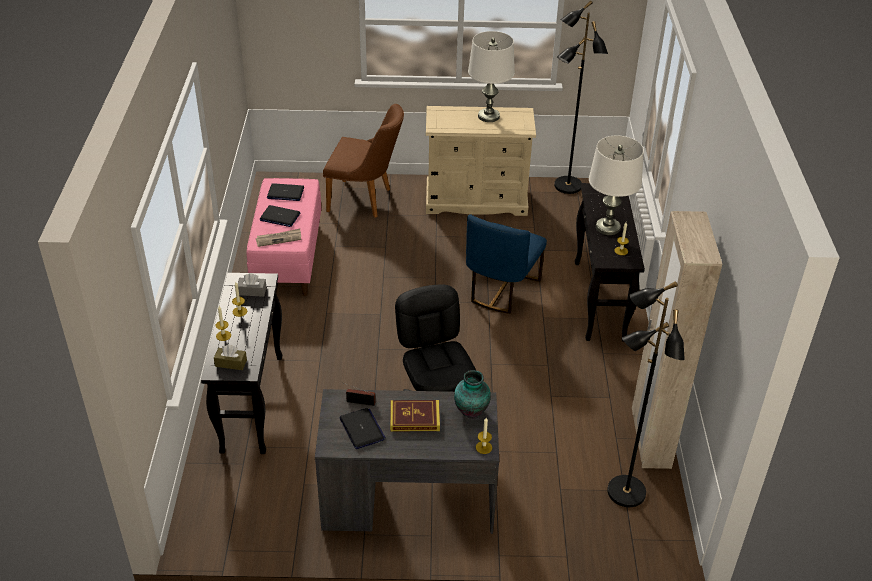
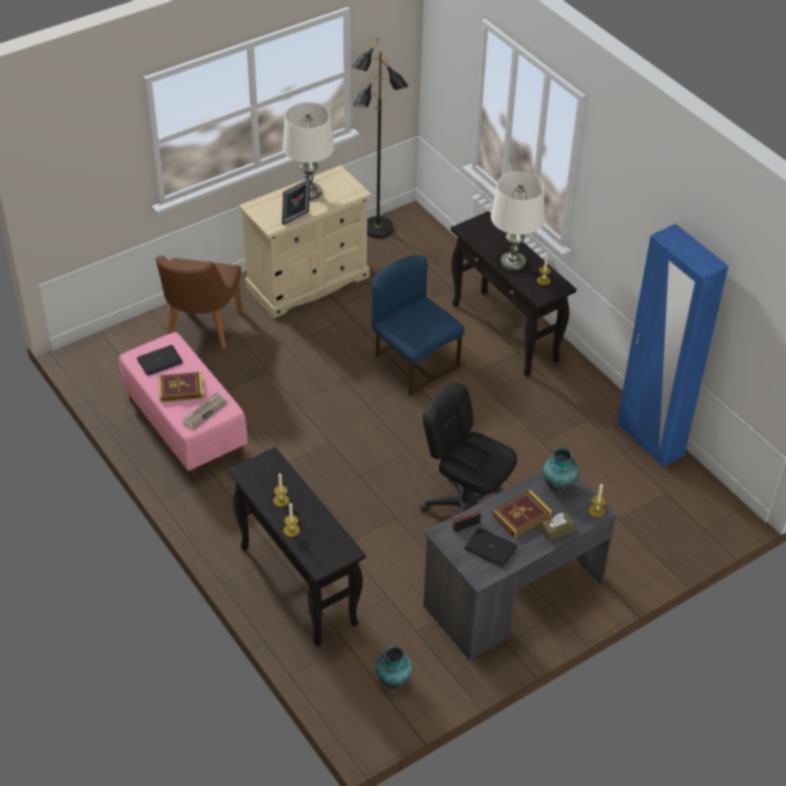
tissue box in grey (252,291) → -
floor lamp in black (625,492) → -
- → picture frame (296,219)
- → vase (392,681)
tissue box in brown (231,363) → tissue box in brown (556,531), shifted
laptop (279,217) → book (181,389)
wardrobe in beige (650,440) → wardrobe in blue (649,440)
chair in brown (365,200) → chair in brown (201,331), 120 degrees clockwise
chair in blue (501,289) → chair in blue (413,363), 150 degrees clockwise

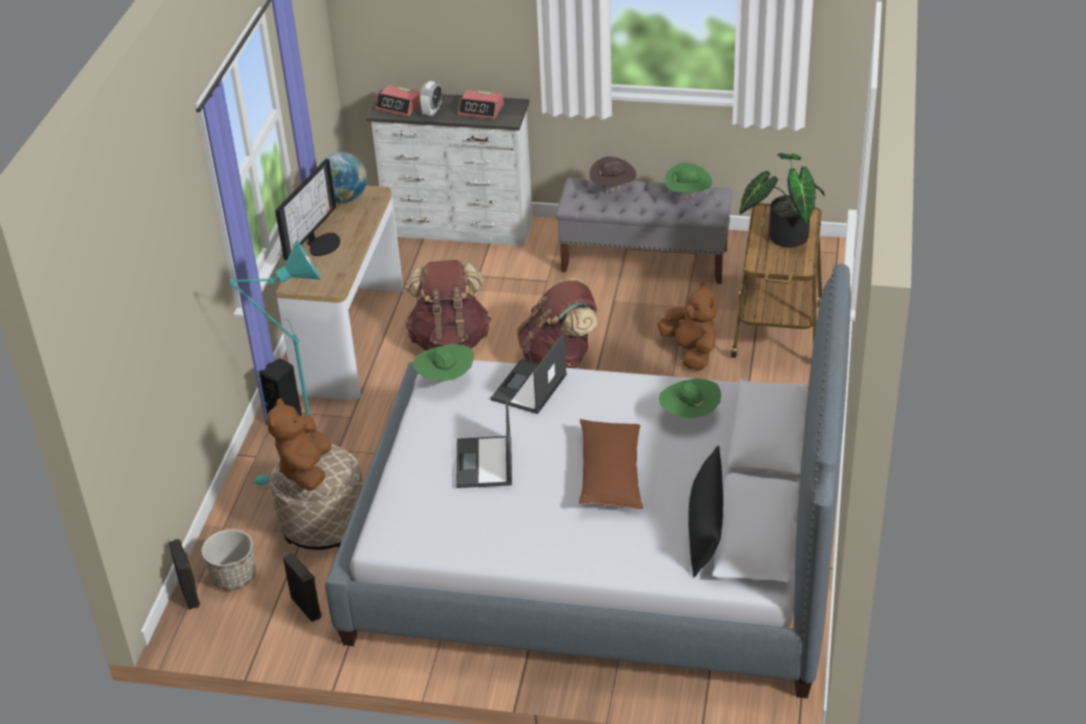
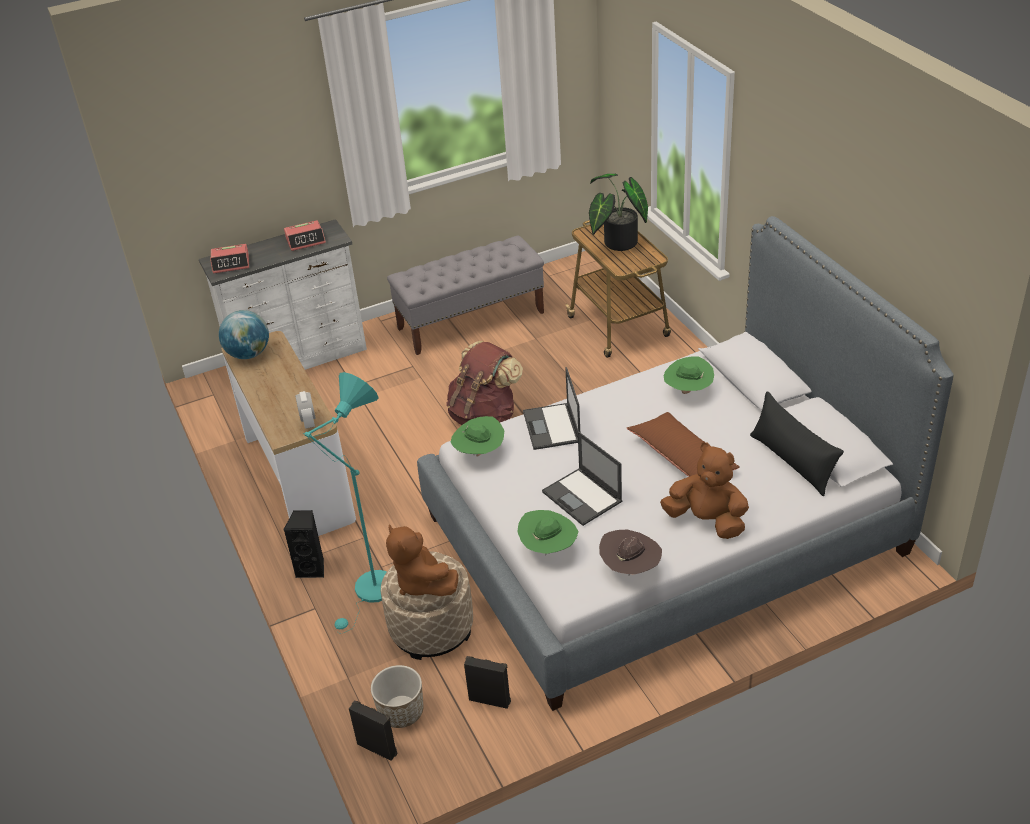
monitor (321,243) → -
backpack in brown (450,341) → -
alarm clock (432,111) → alarm clock (308,422), shifted
hat in brown (613,189) → hat in brown (630,568), shifted
plush toy in brown (691,352) → plush toy in brown (707,521), shifted
hat in green (688,196) → hat in green (549,548), shifted

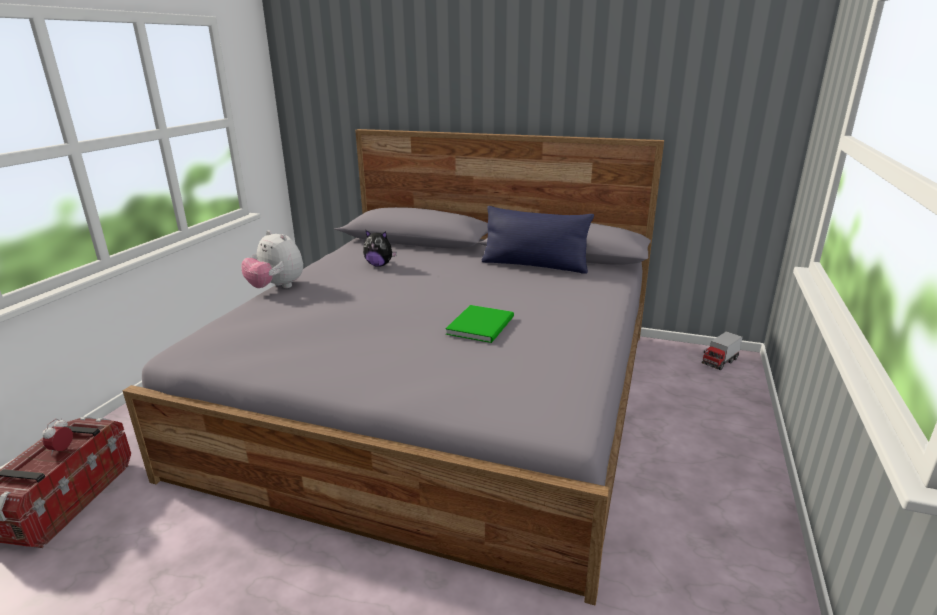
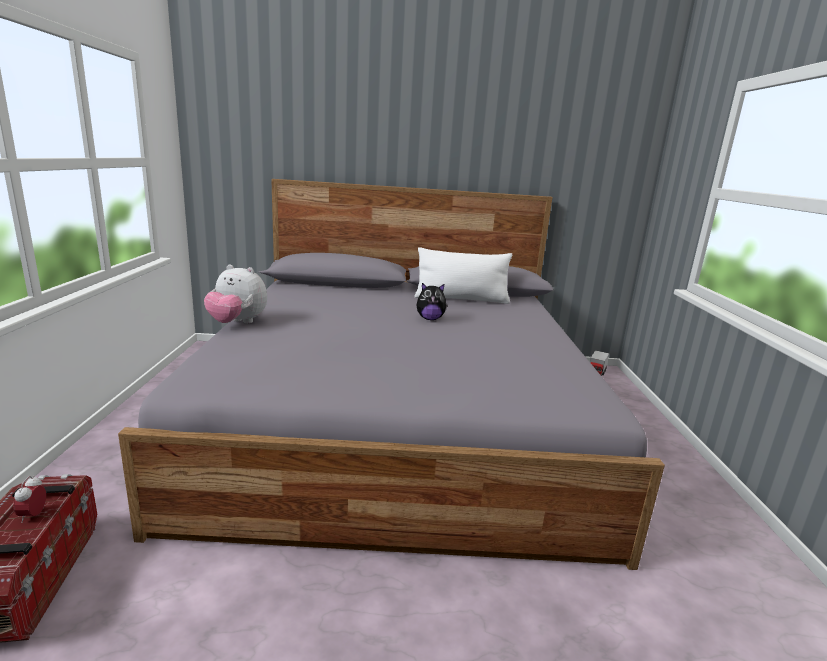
book in green (483,325) → -
plush toy (379,265) → plush toy (430,319), shifted
pillow in blue (534,265) → pillow in white (461,299)

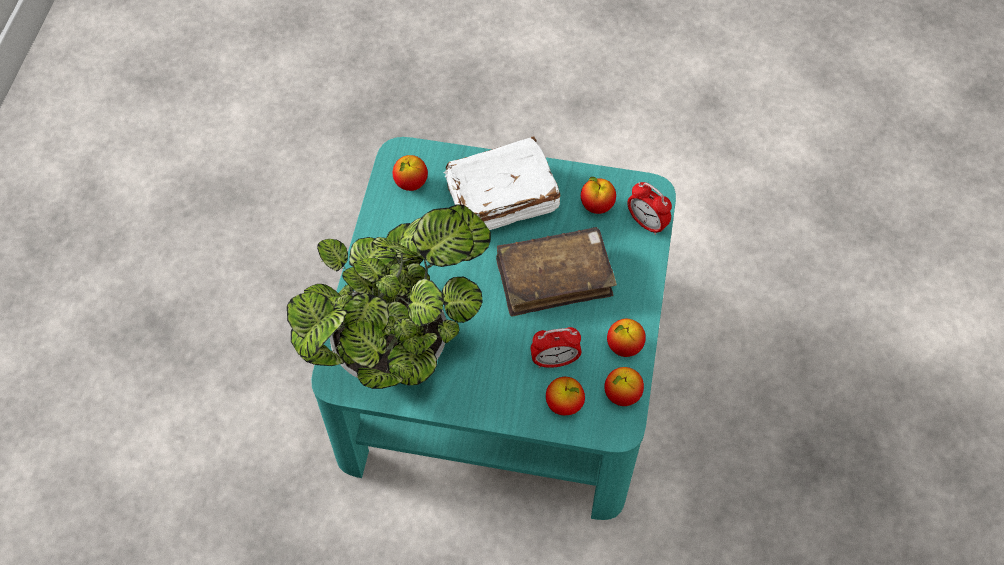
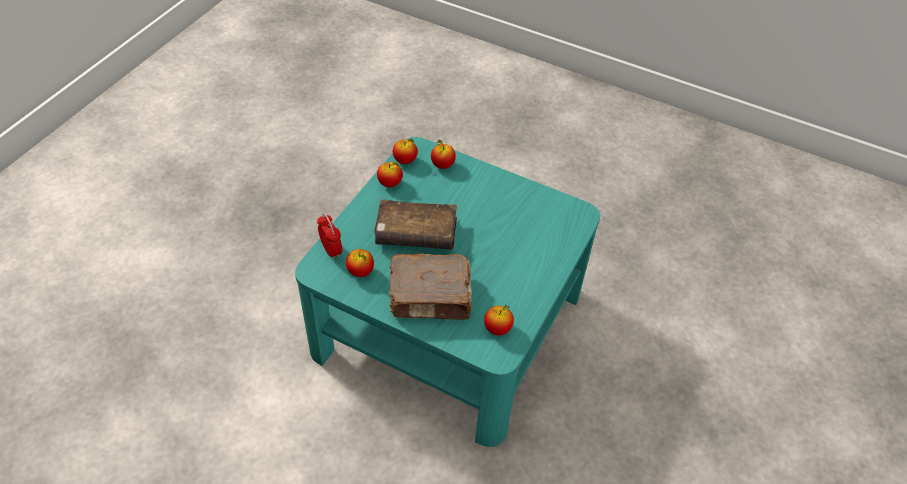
potted plant (399,345) → -
alarm clock (554,361) → -
book in white (500,199) → book in brown (431,297)

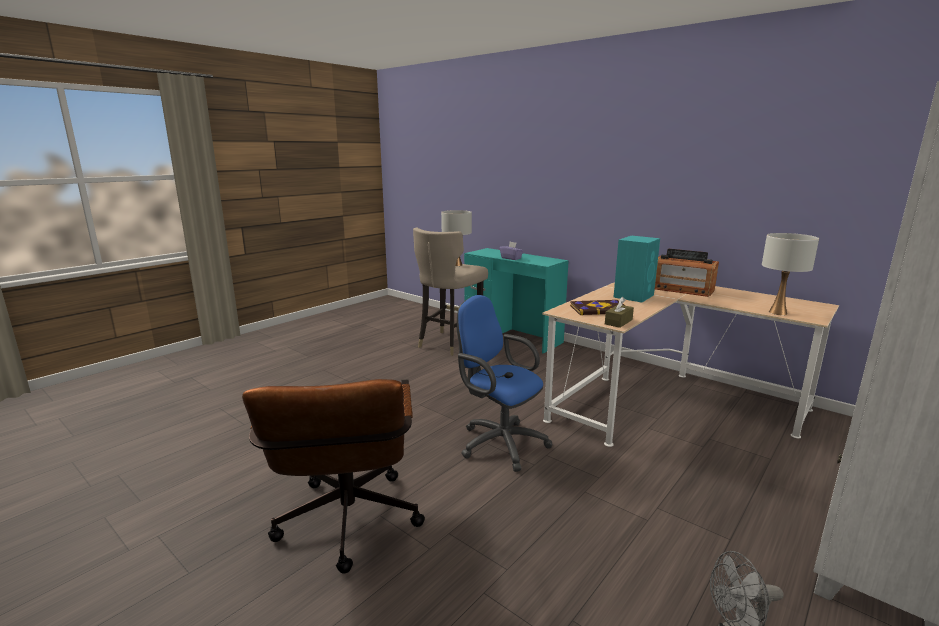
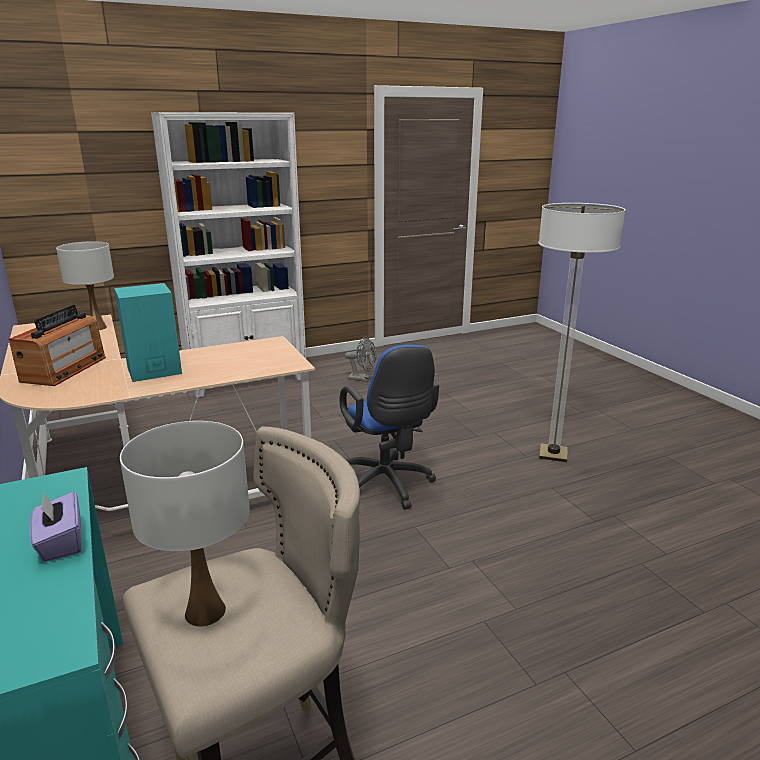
book (598,309) → -
tissue box in brown (618,322) → -
office chair in brown (347,528) → floor lamp (553,454)
radio (682,289) → radio (64,369), 45 degrees clockwise

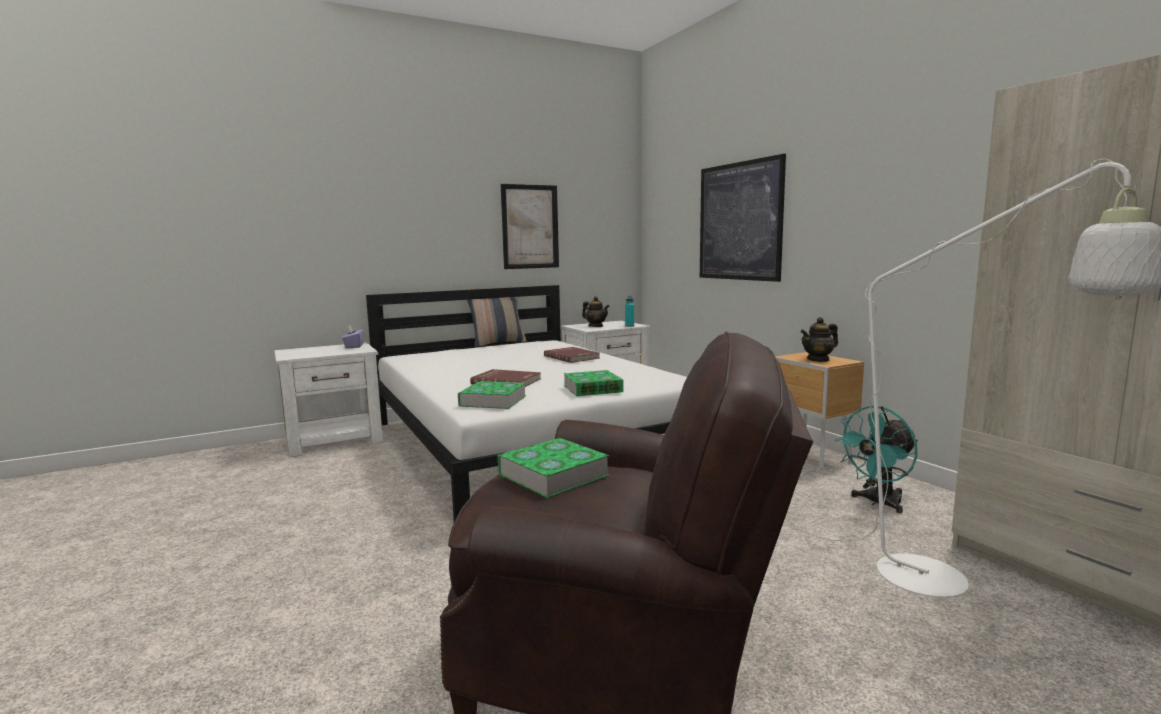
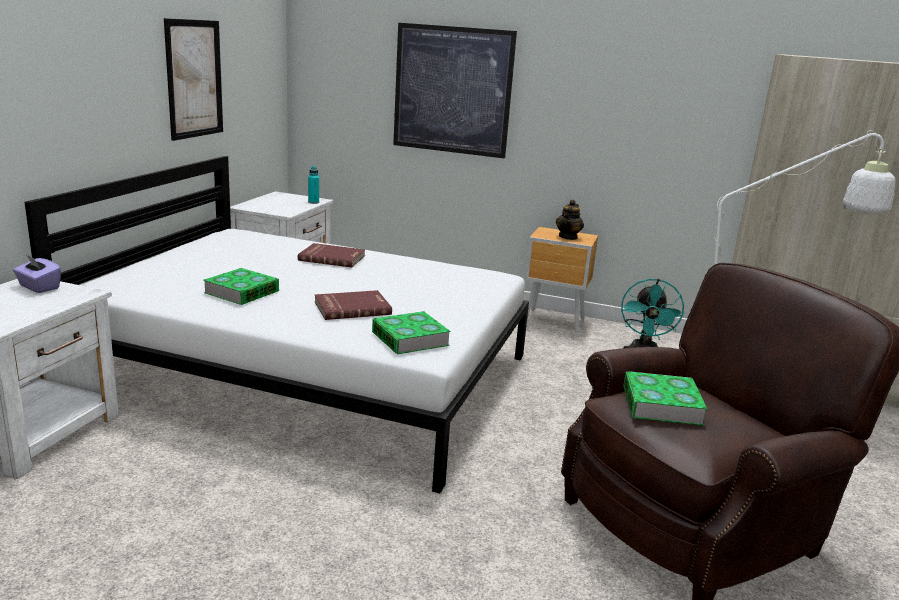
pillow (498,343) → -
teapot (596,326) → -
book (592,389) → book (242,292), shifted

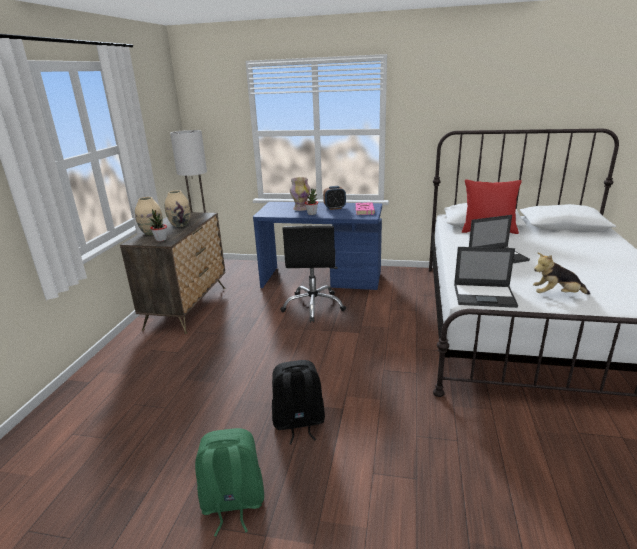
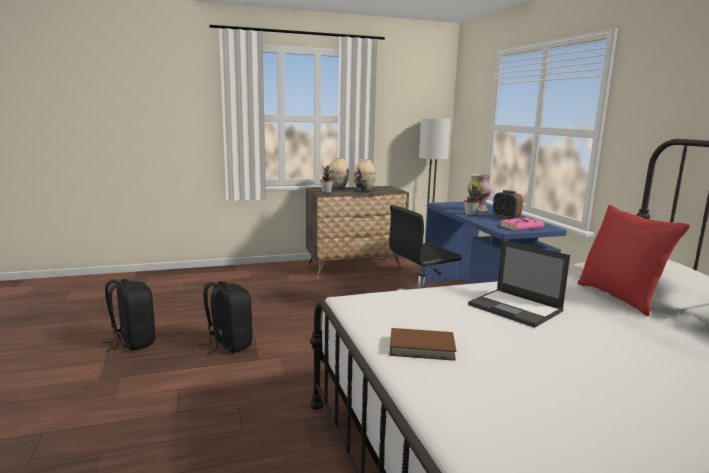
laptop (485,295) → -
plush toy (556,295) → book in brown (421,347)
backpack in green (232,503) → backpack in black (133,342)

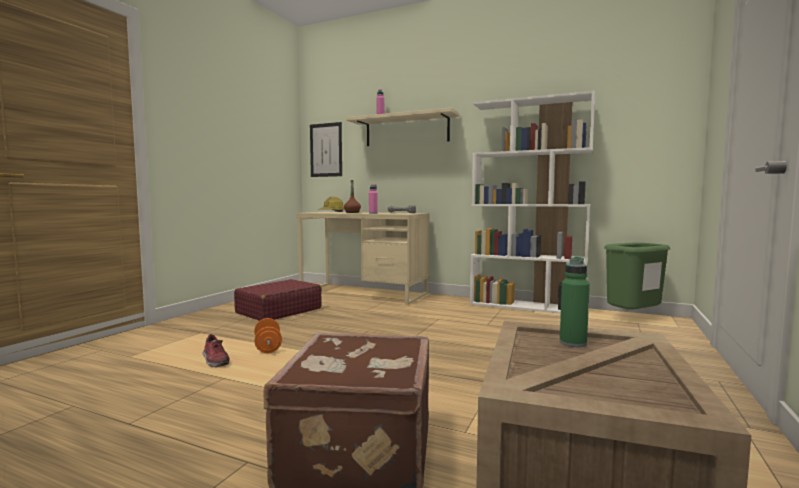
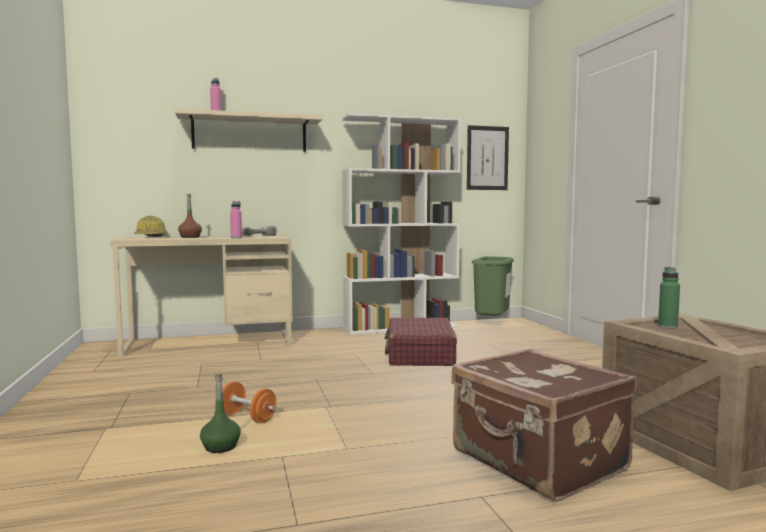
suitcase in red (278,311) → suitcase in red (420,355), shifted
picture (326,150) → picture (487,158), shifted
shoe (214,360) → bottle in green (220,447)

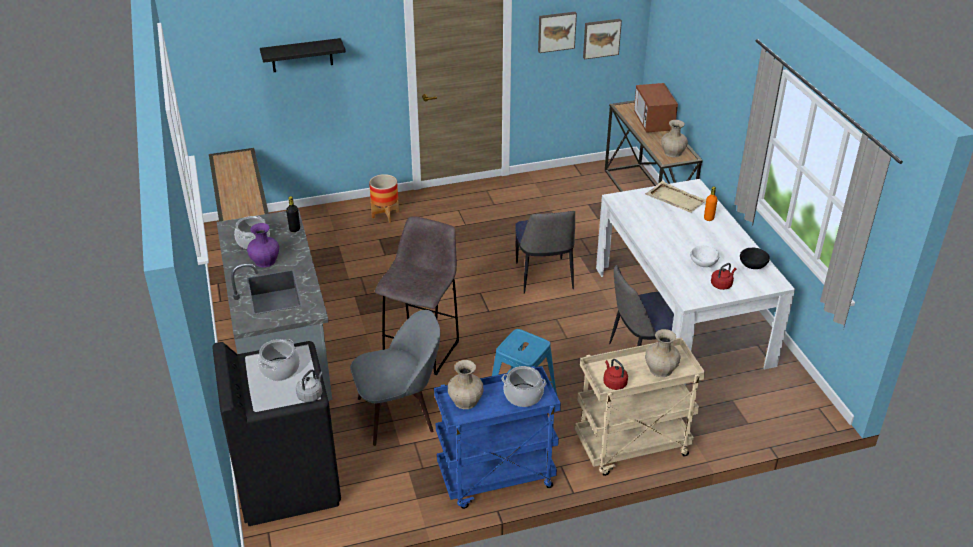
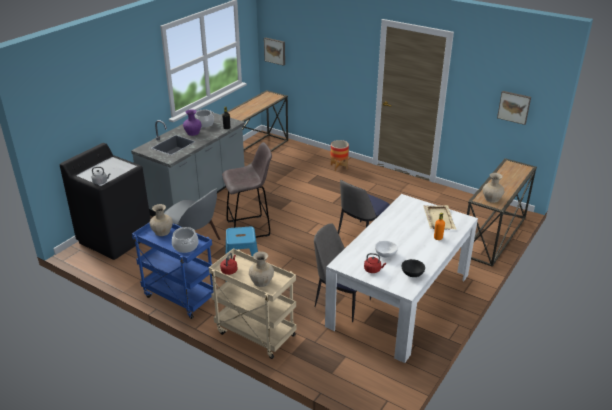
cooking pot (280,369) → -
shelf in black (302,55) → -
microwave (653,123) → -
picture (556,31) → picture (275,51), shifted

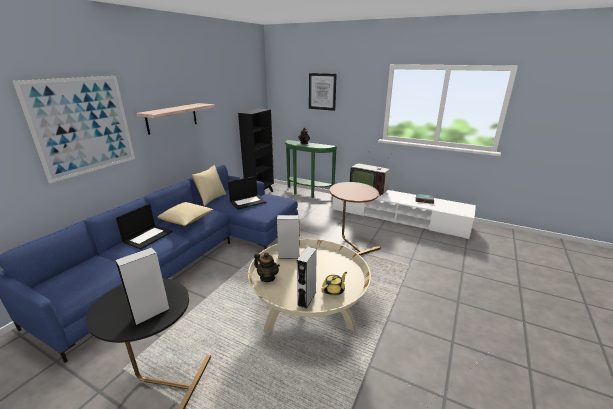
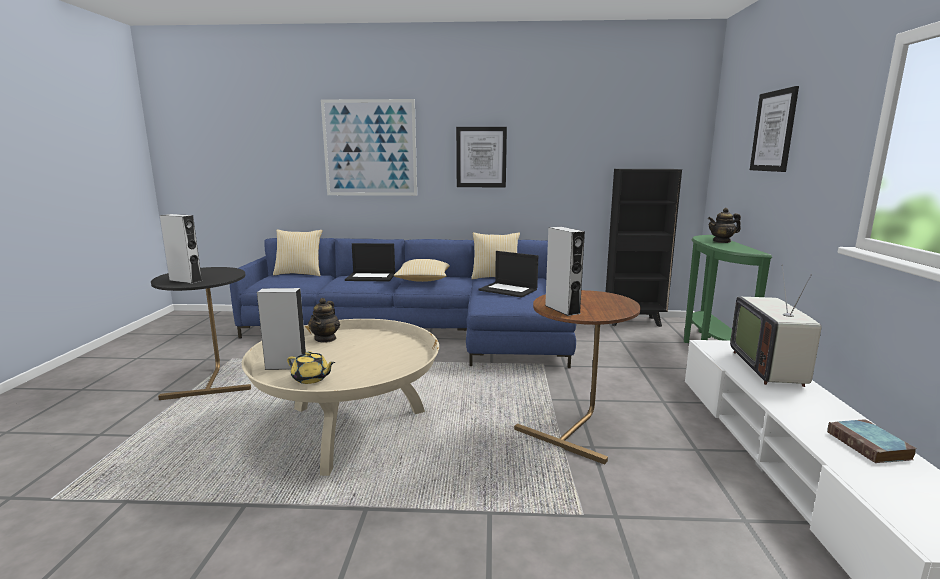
- → pillow (299,274)
speaker in grey (288,256) → speaker in grey (562,309), shifted
shelf (172,118) → picture (481,157)

